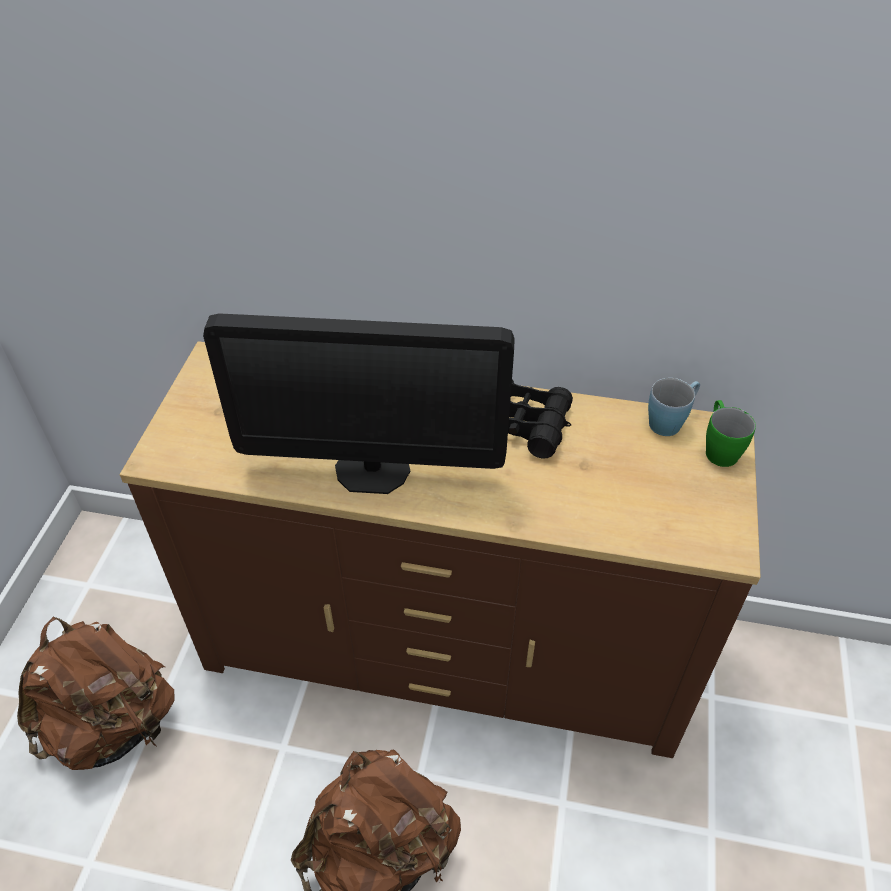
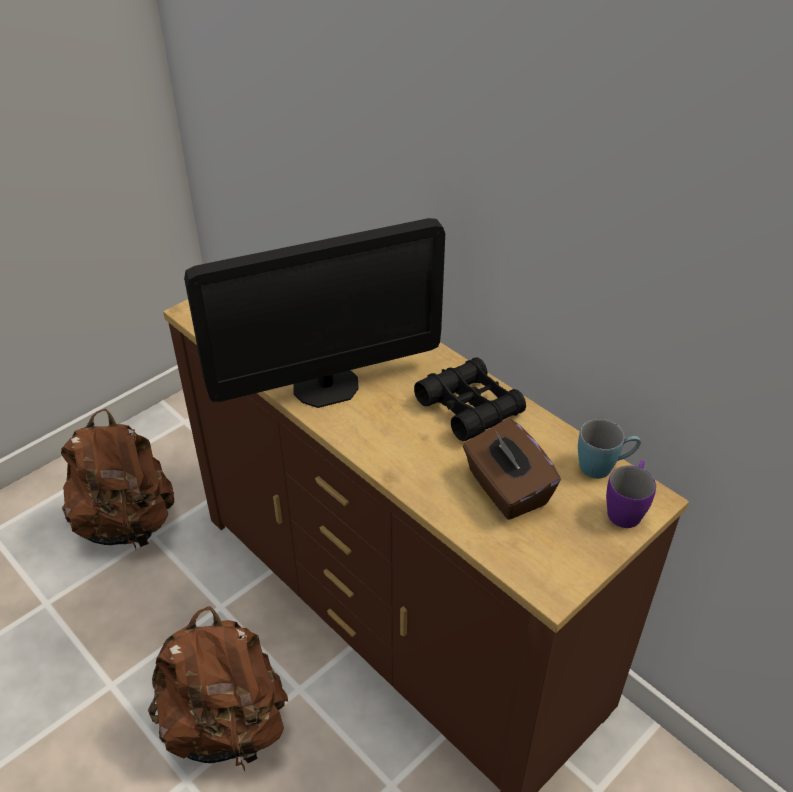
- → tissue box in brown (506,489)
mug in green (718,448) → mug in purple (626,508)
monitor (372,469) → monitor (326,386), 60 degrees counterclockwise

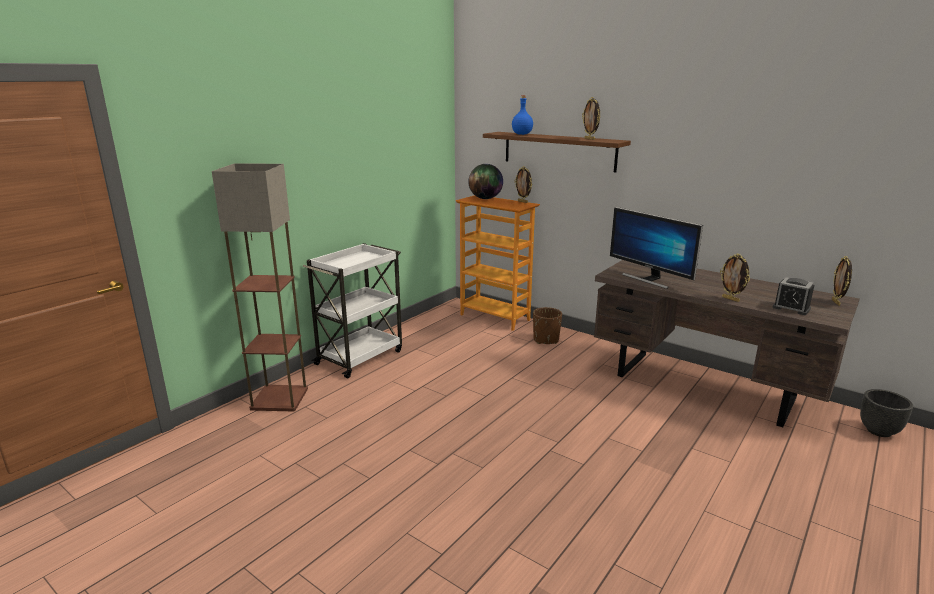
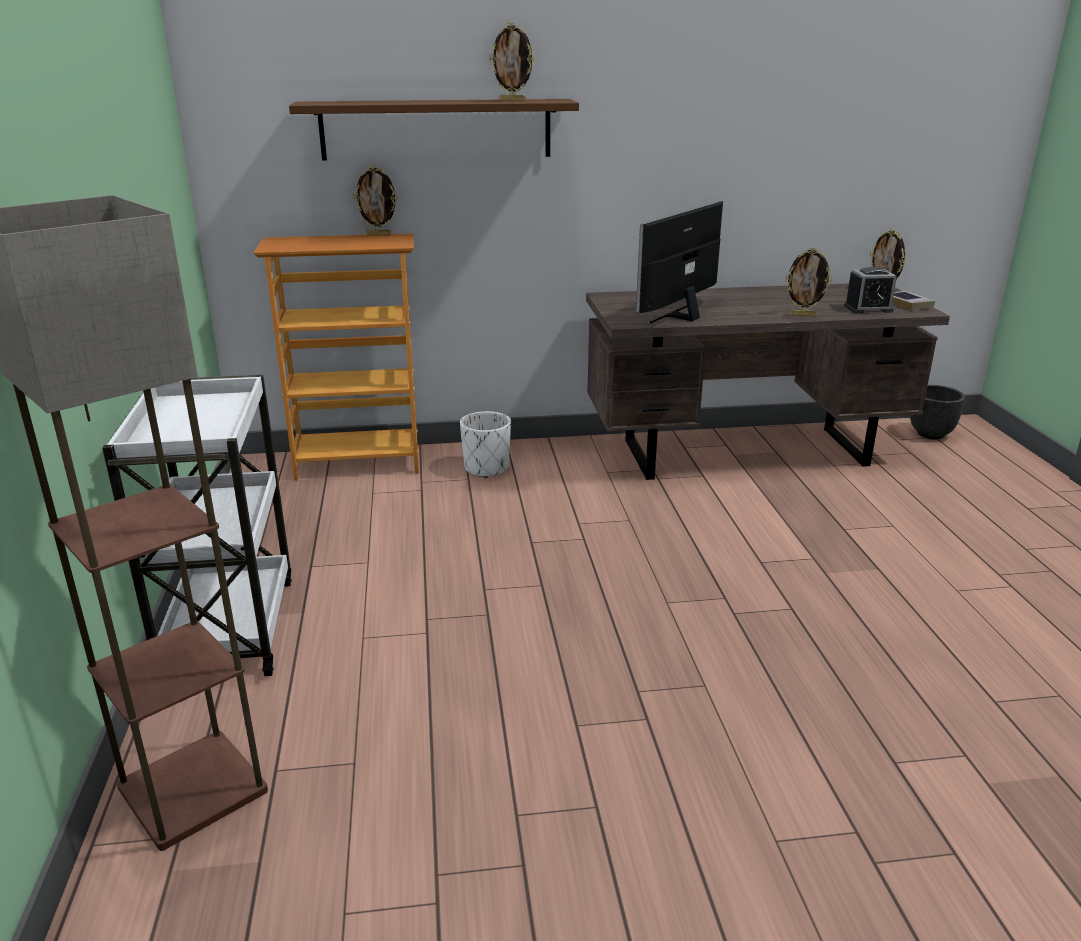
globe (485,198) → -
bottle in blue (522,134) → -
- → book (908,304)
planter in brown (546,340) → planter in white (486,468)
monitor (649,279) → monitor (679,316), 120 degrees clockwise

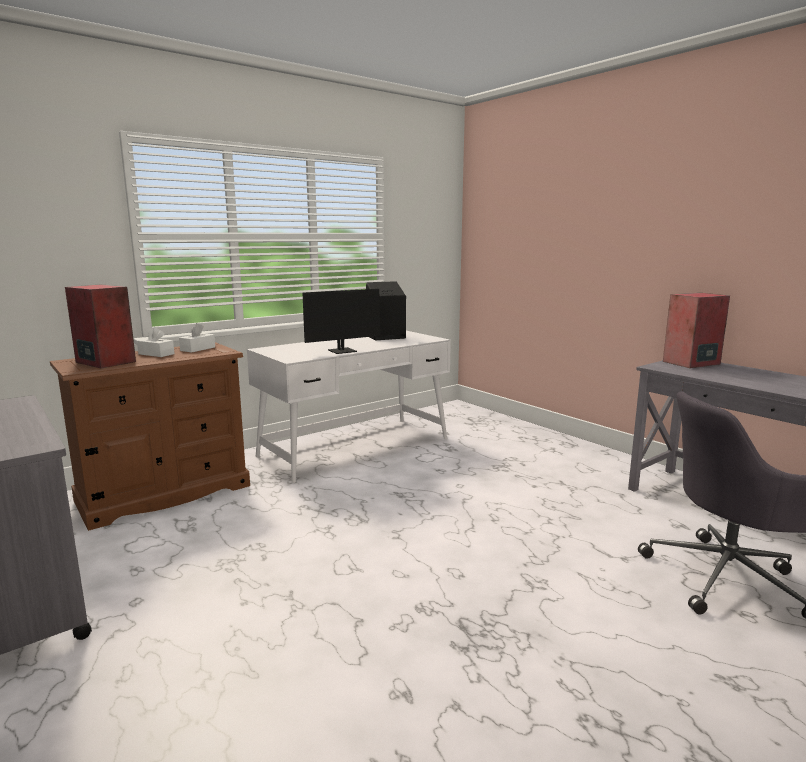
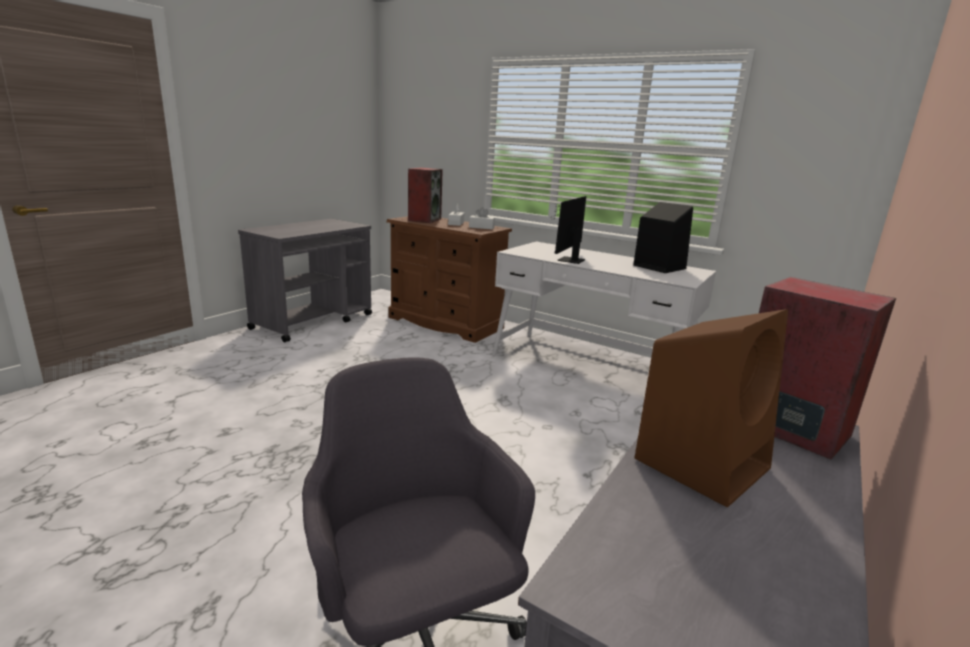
- → speaker in brown (702,461)
monitor (346,350) → monitor (568,261), 75 degrees clockwise

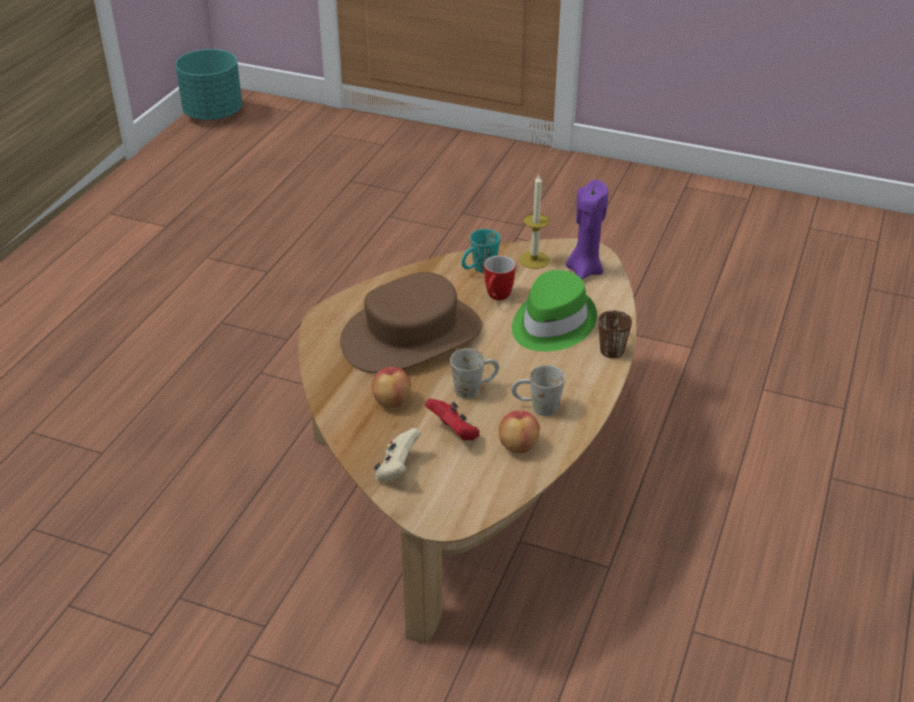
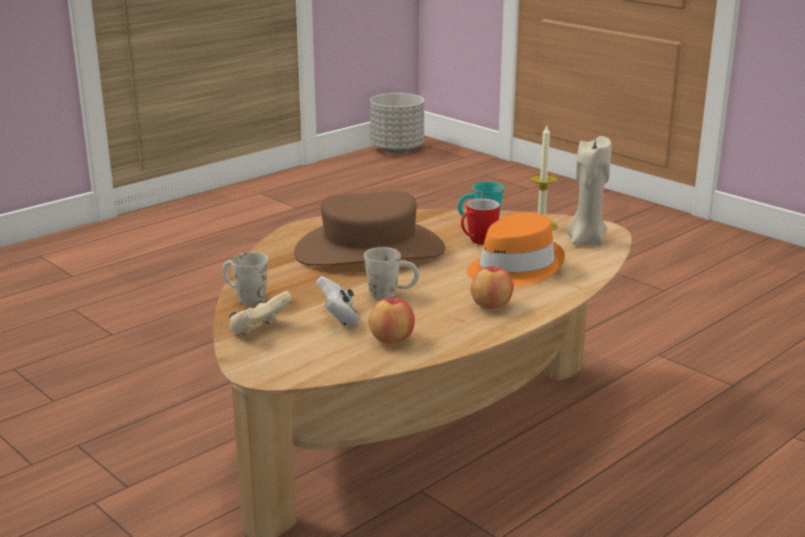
mug in brown (612,346) → -
apple (392,401) → apple (491,306), shifted
mug in white (536,407) → mug in white (244,297), shifted
planter in turquoise (213,114) → planter in grey (396,149)
game controller in red (454,433) → game controller in white (339,318)
hat in green (551,324) → hat in orange (514,268)
candle in purple (584,270) → candle in beige (586,240)

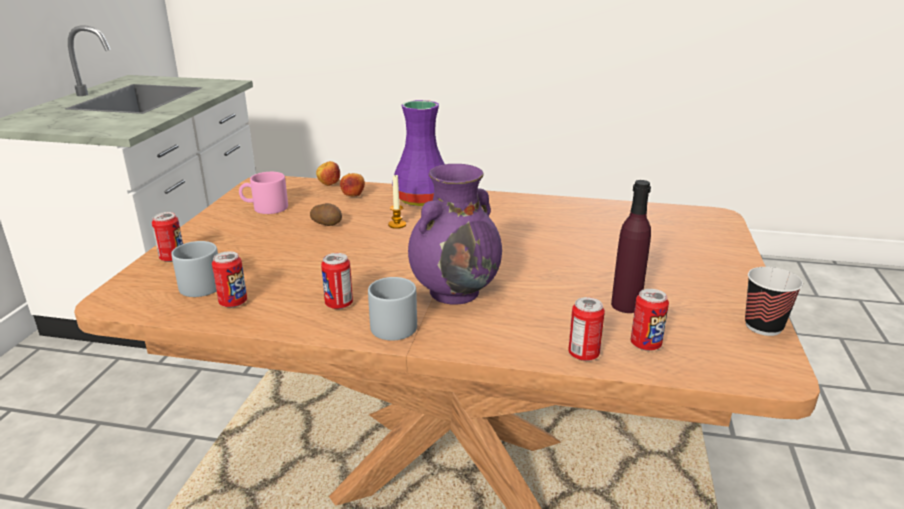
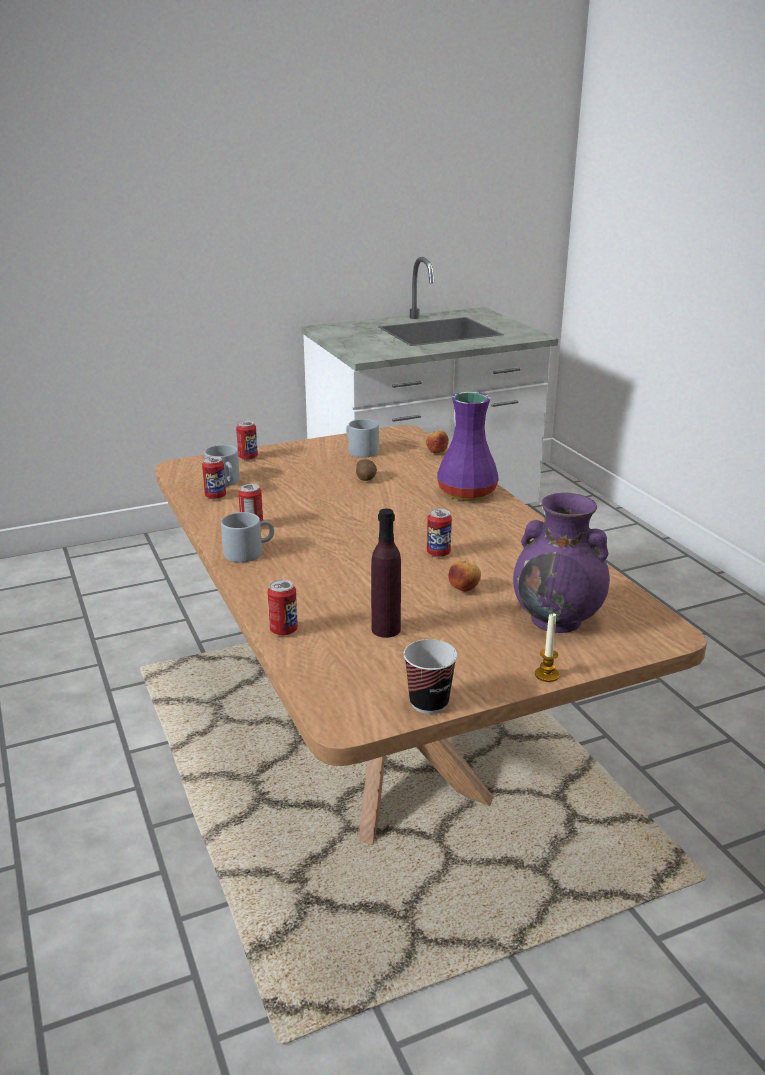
apple (353,196) → apple (464,589), shifted
candle (397,225) → candle (547,675), shifted
vase in purple (455,291) → vase in purple (558,619), shifted
can (645,344) → can (438,553), shifted
mug in pink (264,208) → mug in grey (359,450)

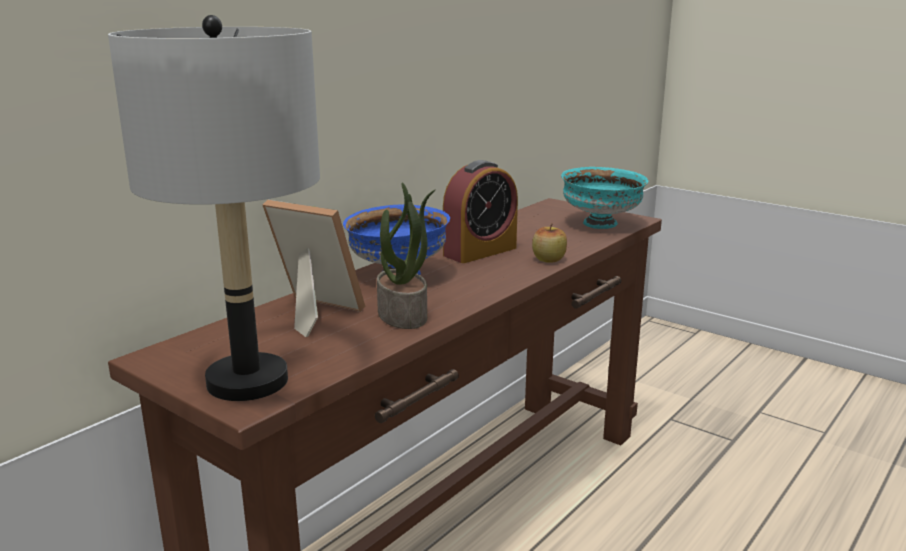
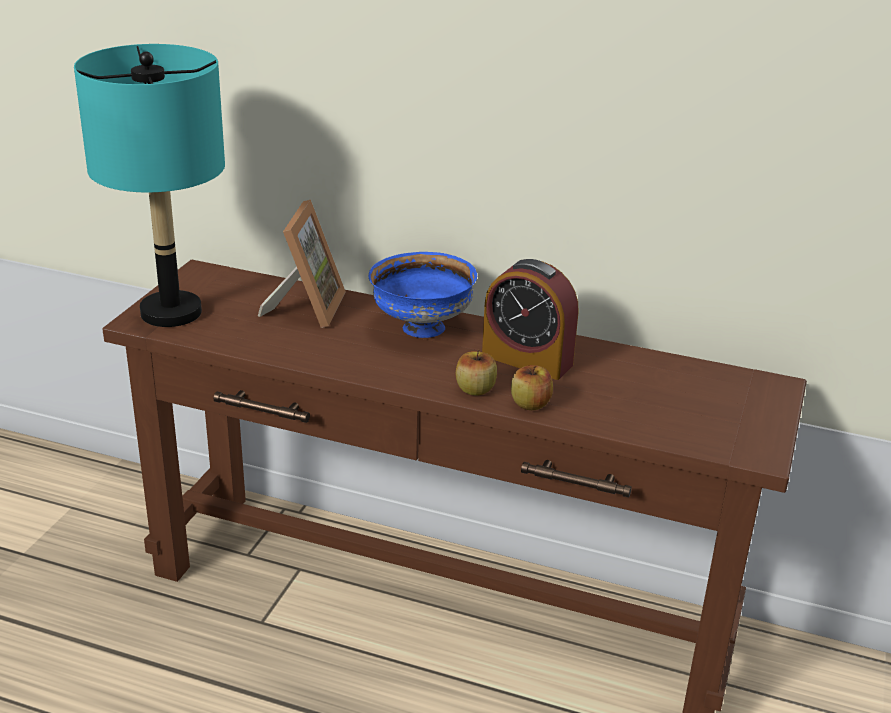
potted plant (403,315) → -
bowl in turquoise (601,224) → -
- → apple (475,389)
table lamp in grey (247,382) → table lamp in turquoise (170,313)

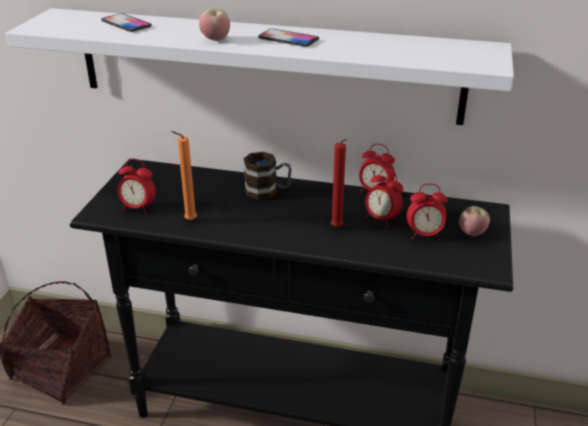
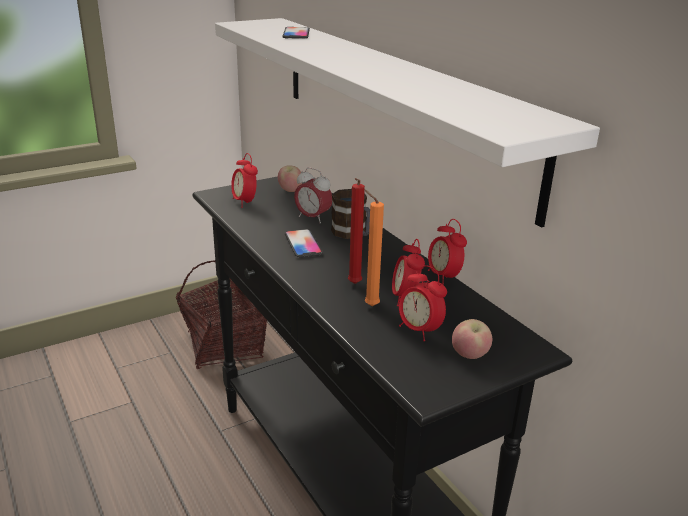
- → alarm clock (313,218)
candle in orange (188,220) → candle in orange (369,305), shifted
apple (215,40) → apple (290,190), shifted
phone (288,39) → phone (303,244), shifted

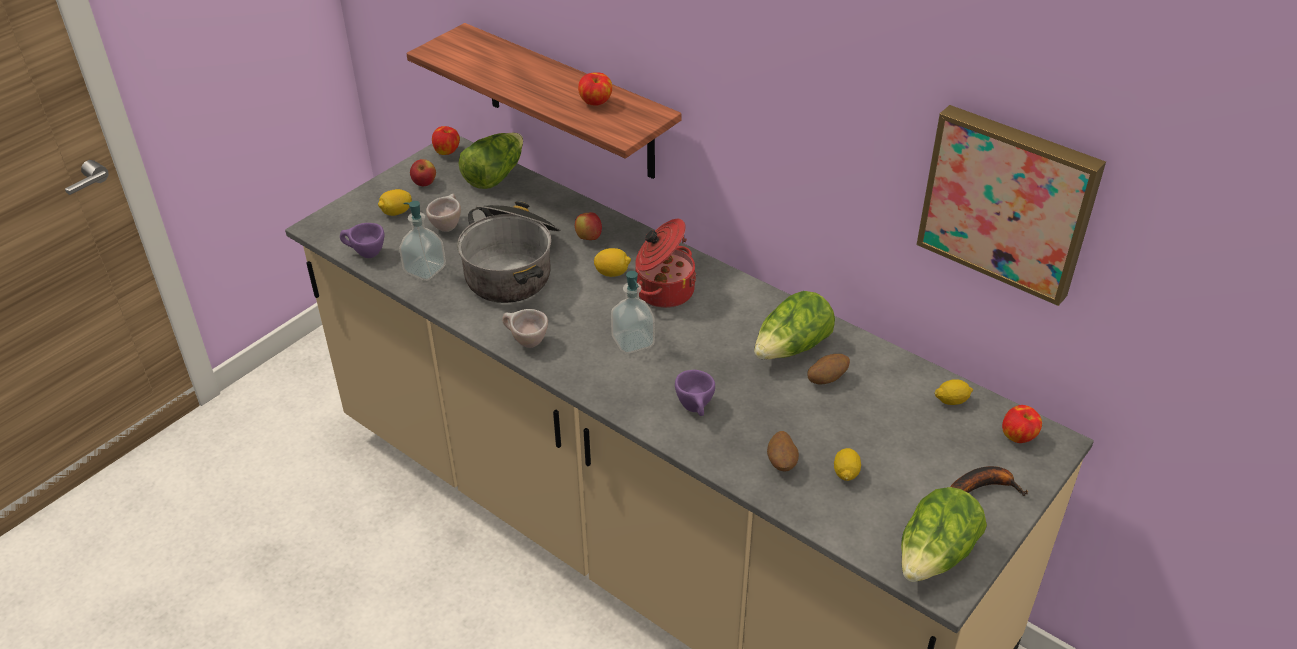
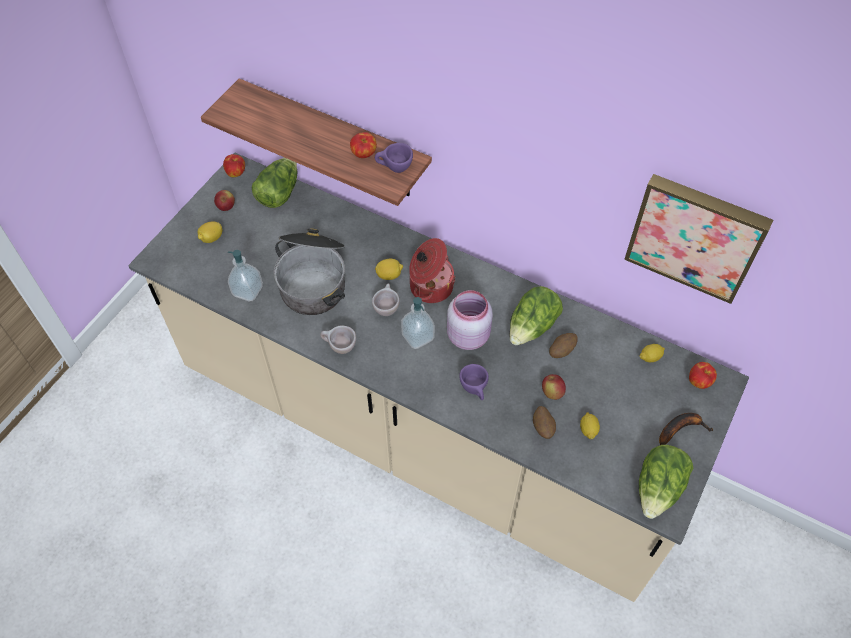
- → jar in pink (468,335)
cup in purple (364,254) → cup in purple (394,169), shifted
cup in beige (447,225) → cup in beige (386,308), shifted
apple (588,238) → apple (552,392), shifted

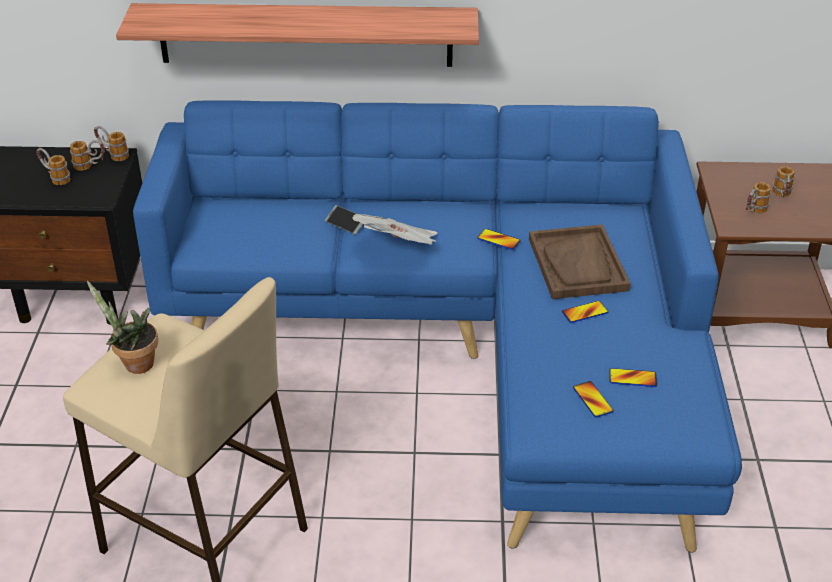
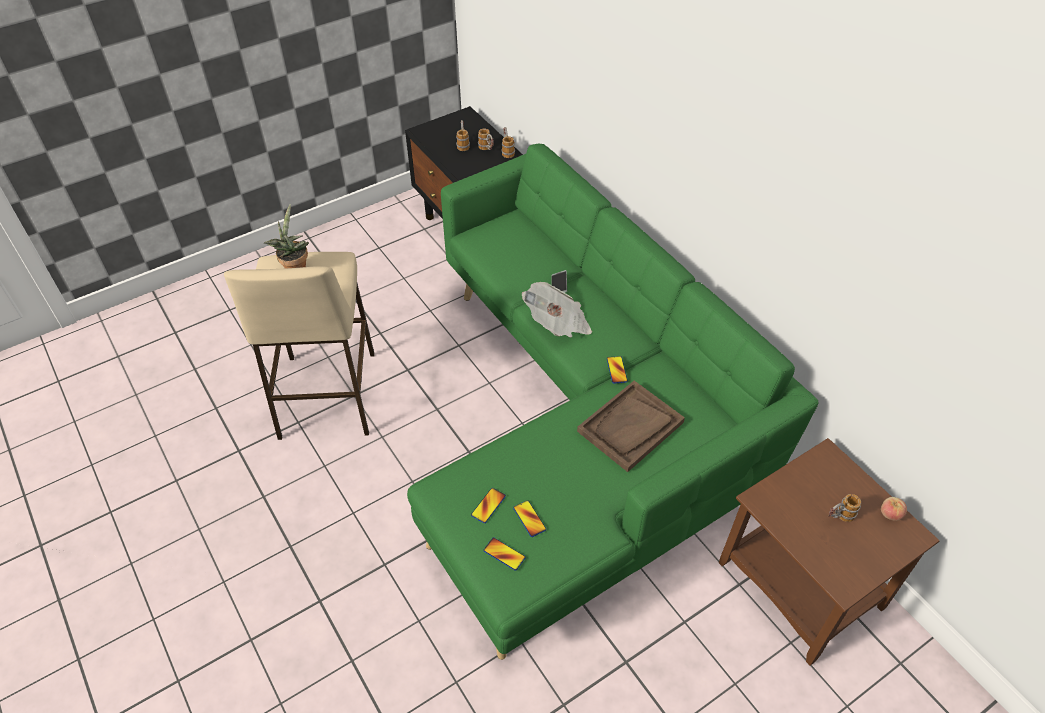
shelf (305,34) → -
mug (753,212) → -
- → apple (890,514)
phone (585,312) → phone (504,554), shifted
sofa in blue (472,358) → sofa in green (580,434)

